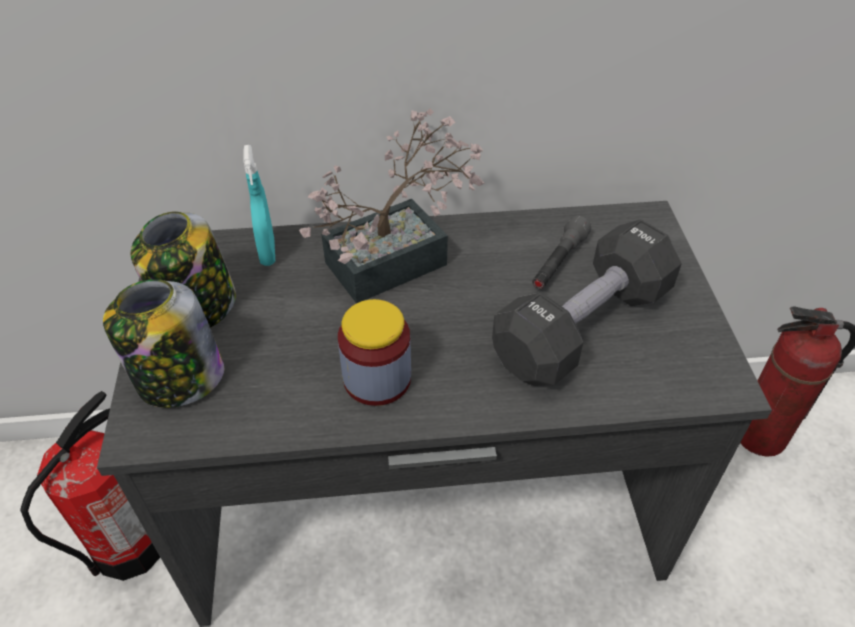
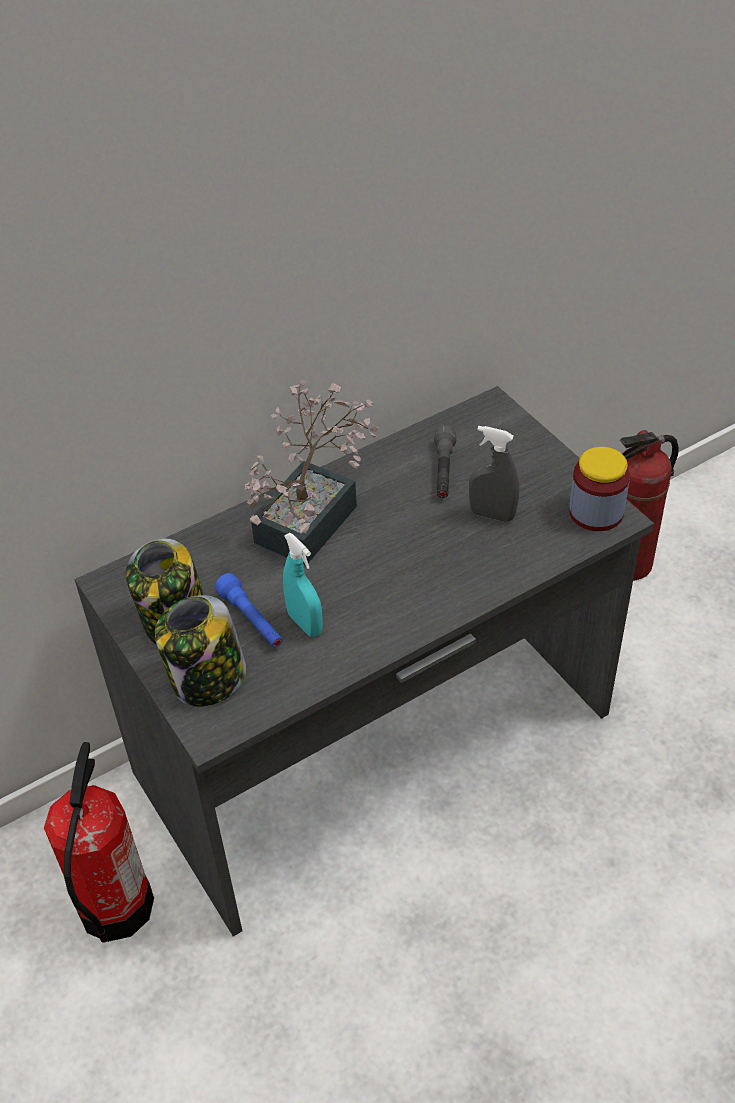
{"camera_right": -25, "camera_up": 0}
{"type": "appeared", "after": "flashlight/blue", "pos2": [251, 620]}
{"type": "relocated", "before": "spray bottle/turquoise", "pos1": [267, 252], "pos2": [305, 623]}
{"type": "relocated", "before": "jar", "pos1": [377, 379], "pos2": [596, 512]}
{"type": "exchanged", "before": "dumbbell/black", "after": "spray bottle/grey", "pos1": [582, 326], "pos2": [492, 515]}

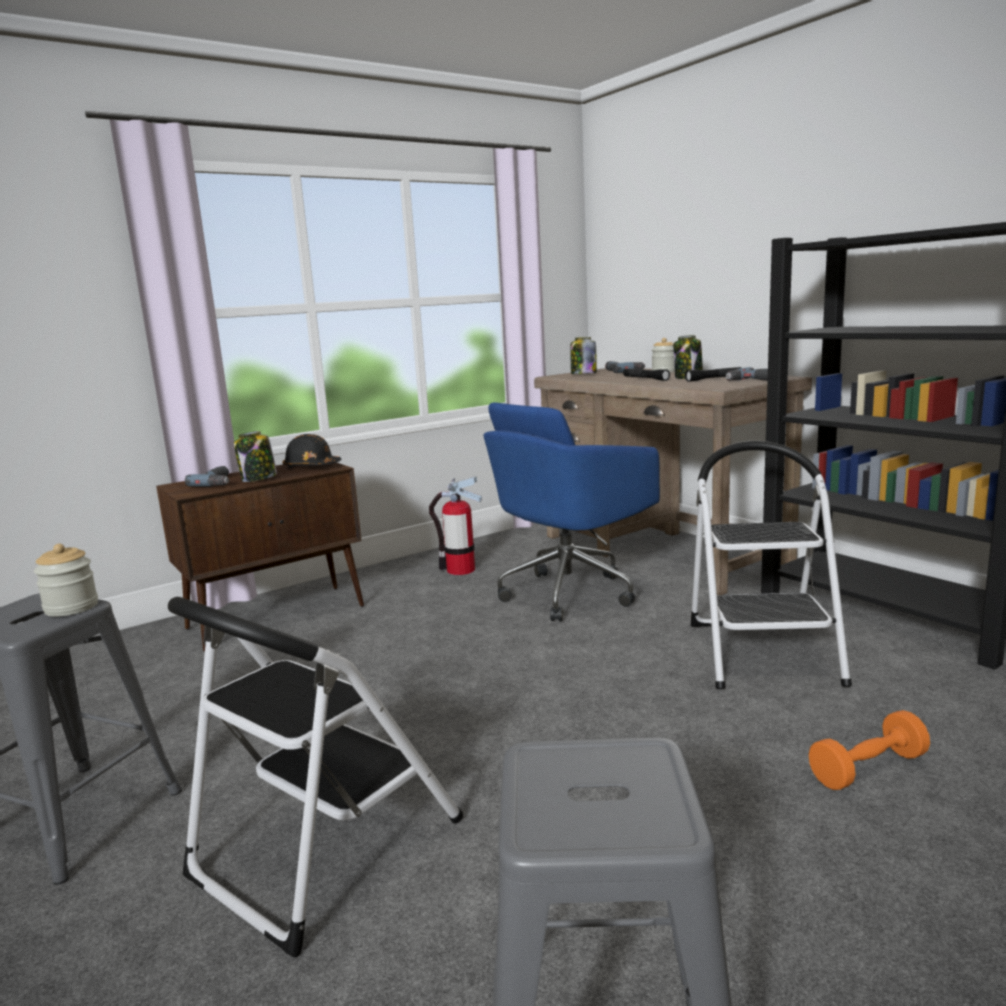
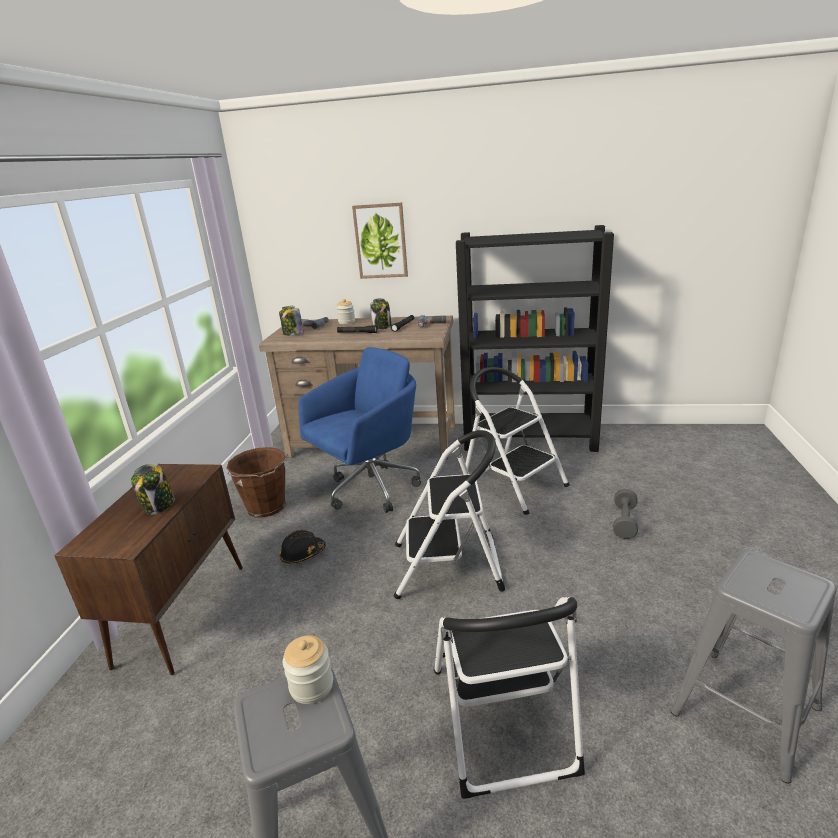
{"camera_right": -45, "camera_up": 10}
{"type": "missing", "before": "power drill", "pos1": [219, 482]}
{"type": "appeared", "after": "picture", "pos2": [381, 241]}
{"type": "appeared", "after": "step ladder", "pos2": [451, 567]}
{"type": "relocated", "before": "hard hat/black", "pos1": [312, 467], "pos2": [302, 554]}
{"type": "exchanged", "before": "fire extinguisher", "after": "bucket/brown", "pos1": [460, 570], "pos2": [266, 507]}
{"type": "colour", "before": "dumbbell/orange", "after": "dumbbell/grey", "pos1": [868, 769], "pos2": [624, 522]}
{"type": "spun", "before": "office chair/blue", "pos1": [573, 592], "pos2": [369, 491], "turn": -135}

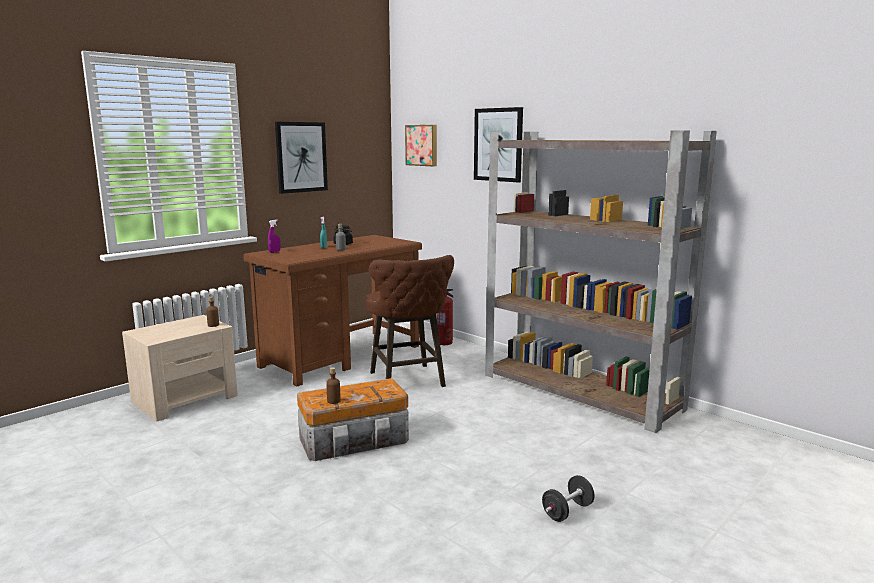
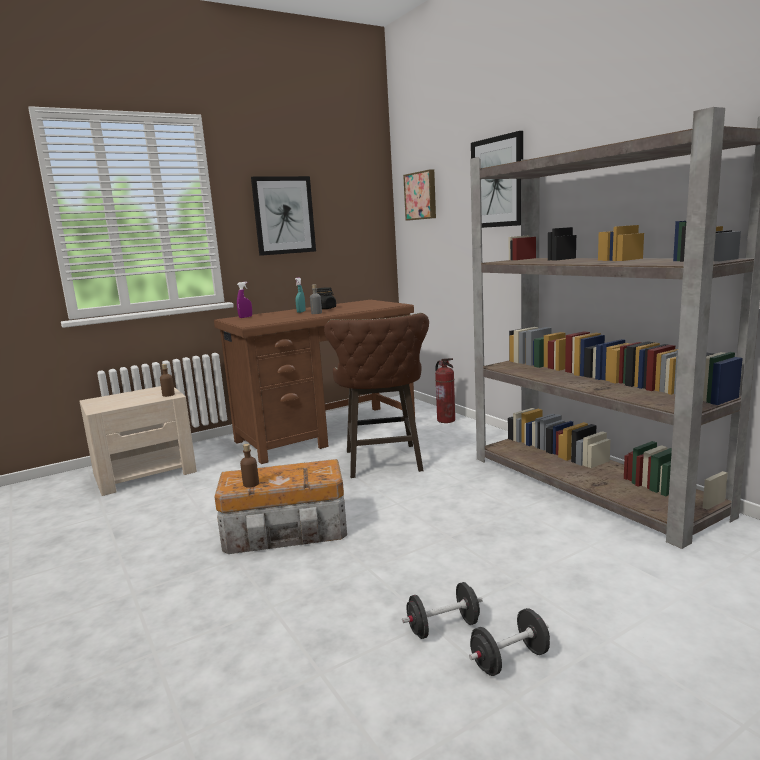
{"camera_right": 15, "camera_up": 0}
{"type": "appeared", "after": "dumbbell/black", "pos2": [443, 627]}

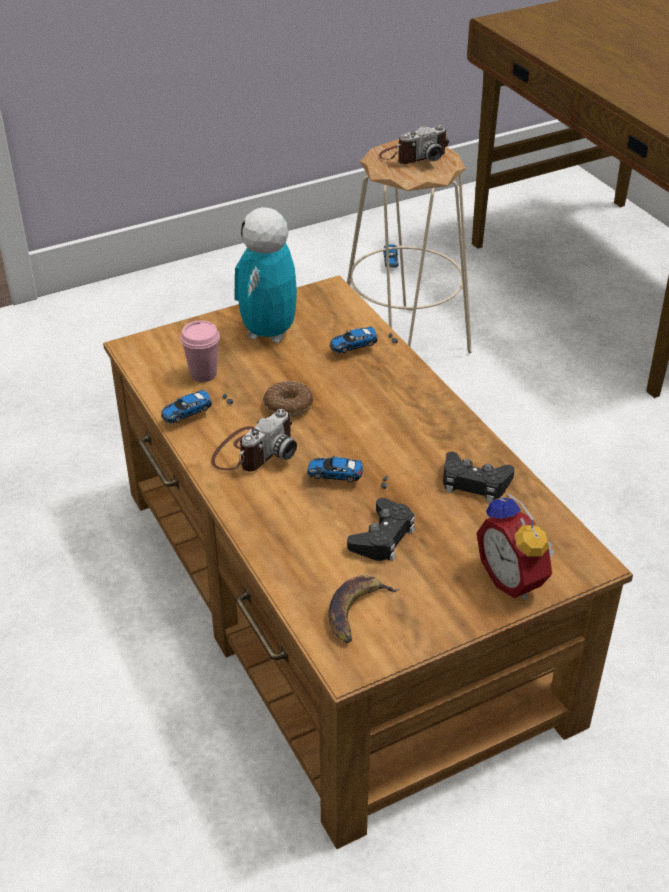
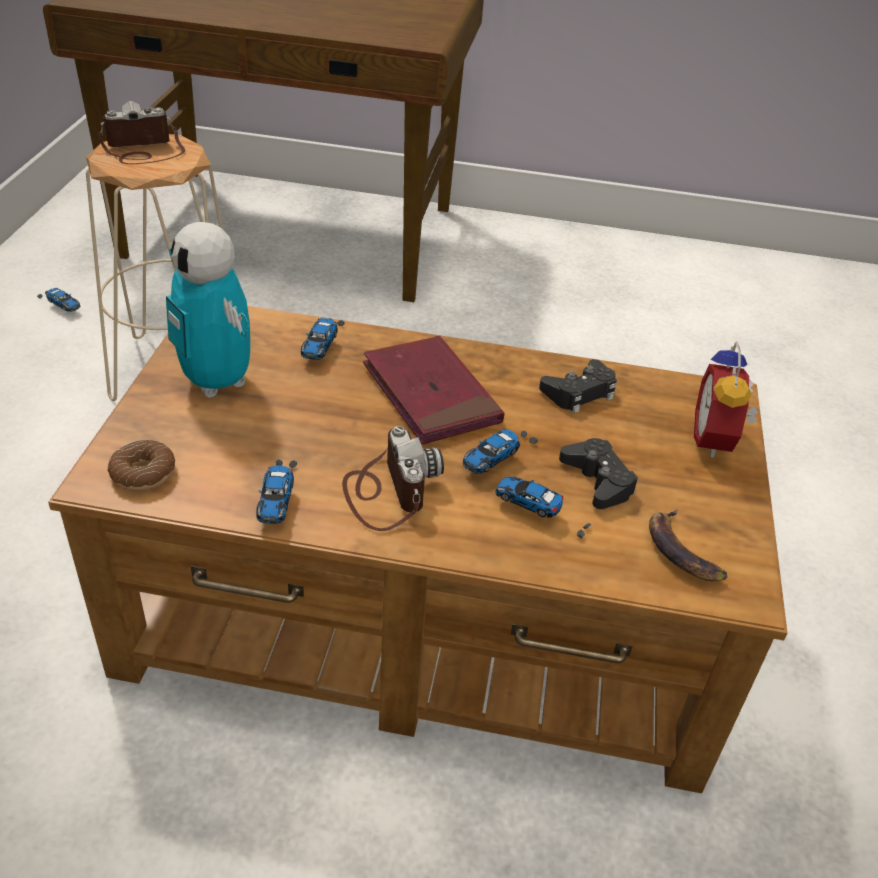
{"camera_right": -55, "camera_up": 0}
{"type": "missing", "before": "cup/pink", "pos1": [203, 374]}
{"type": "appeared", "after": "book/red", "pos2": [431, 394]}
{"type": "appeared", "after": "toy car", "pos2": [541, 514]}
{"type": "relocated", "before": "donut", "pos1": [288, 405], "pos2": [143, 473]}
{"type": "spun", "before": "photo camera", "pos1": [414, 155], "pos2": [143, 150], "turn": -120}
{"type": "spun", "before": "alarm clock", "pos1": [514, 579], "pos2": [716, 440], "turn": 90}

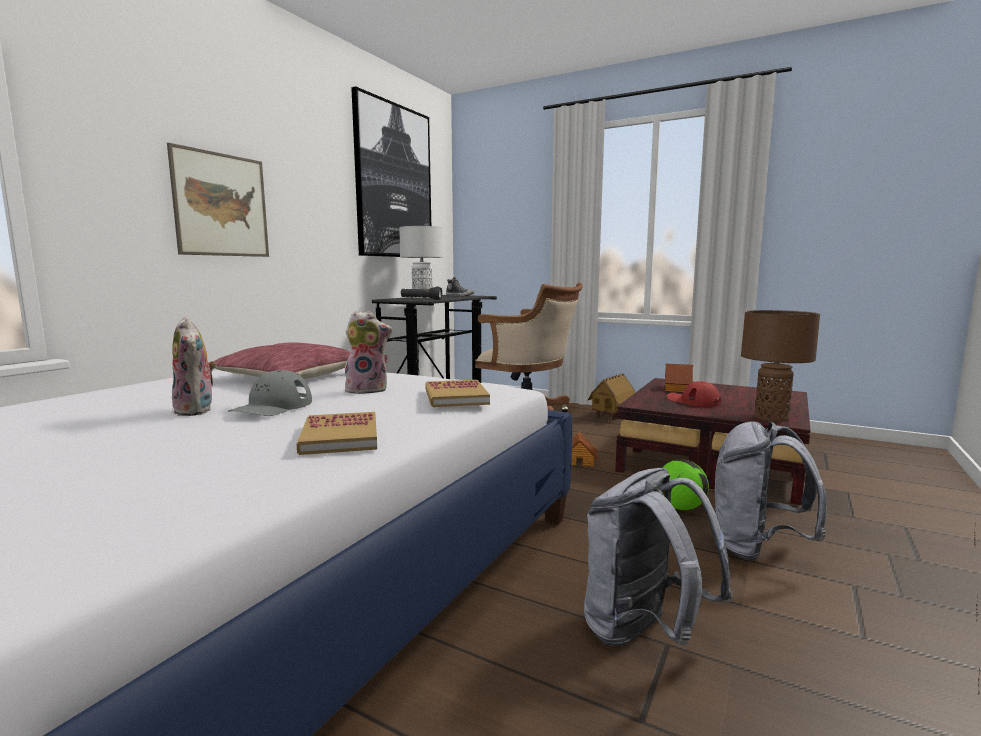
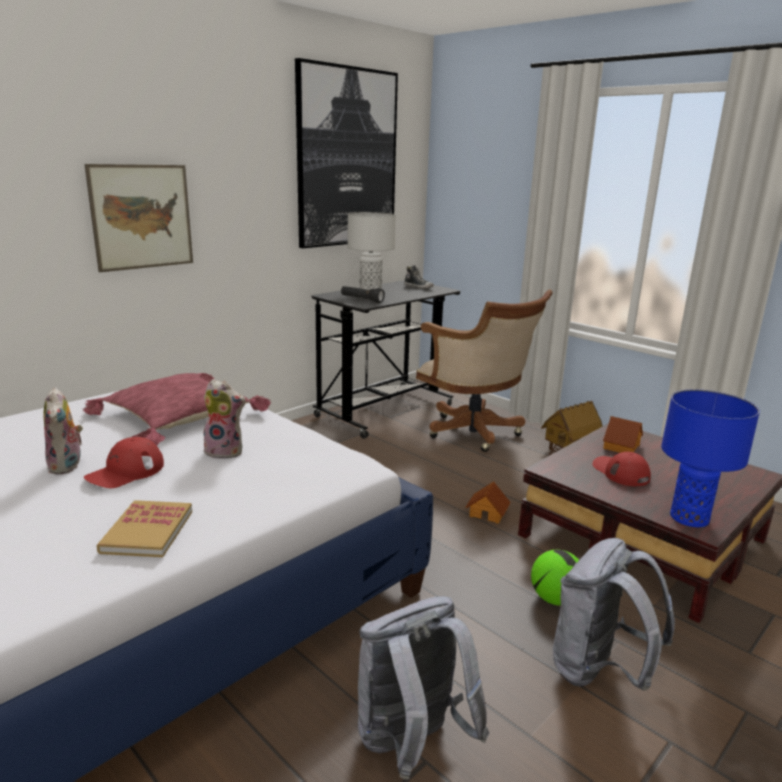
{"camera_right": 15, "camera_up": 10}
{"type": "missing", "before": "book", "pos1": [455, 397]}
{"type": "colour", "before": "cap/grey", "after": "cap/red", "pos1": [272, 407], "pos2": [125, 472]}
{"type": "colour", "before": "table lamp/brown", "after": "table lamp/blue", "pos1": [771, 417], "pos2": [690, 517]}

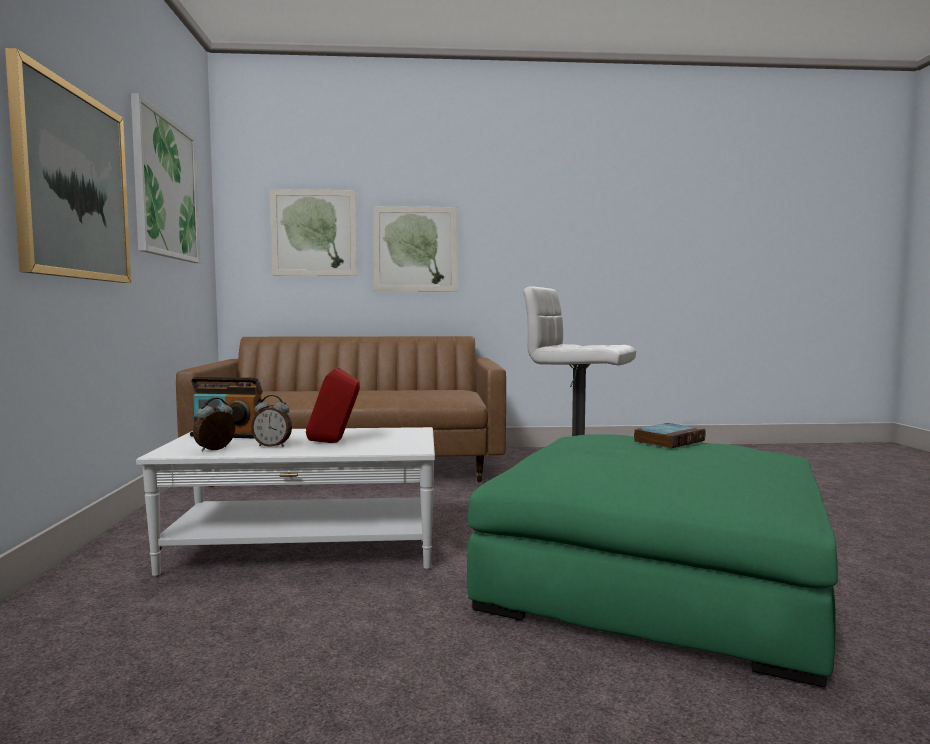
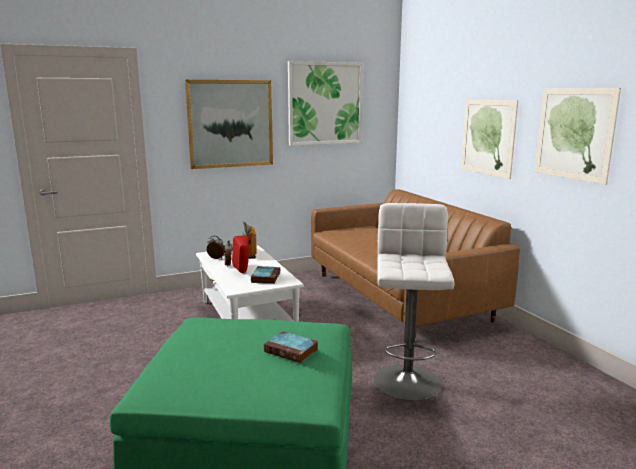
{"camera_right": 70, "camera_up": 10}
{"type": "appeared", "after": "book", "pos2": [265, 277]}
{"type": "relocated", "before": "picture", "pos1": [314, 232], "pos2": [574, 134]}

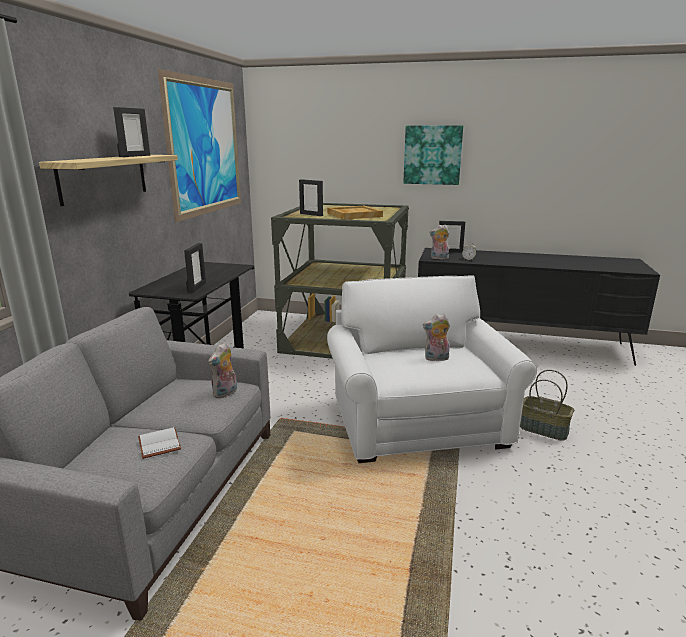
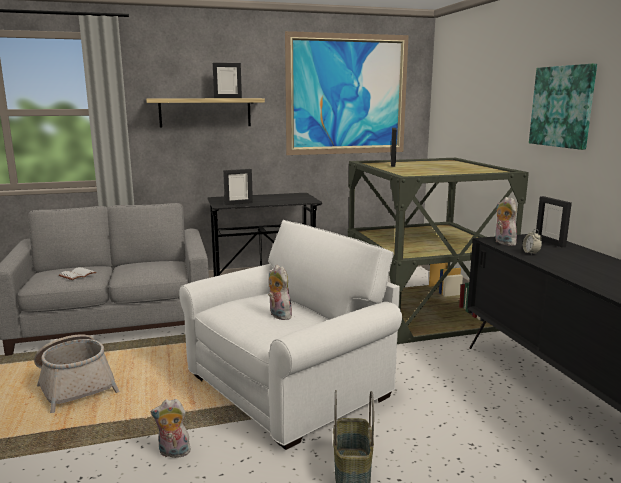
{"camera_right": 60, "camera_up": -5}
{"type": "missing", "before": "tray/beige", "pos1": [353, 215]}
{"type": "appeared", "after": "basket", "pos2": [75, 384]}
{"type": "relocated", "before": "plush toy", "pos1": [225, 393], "pos2": [173, 453]}

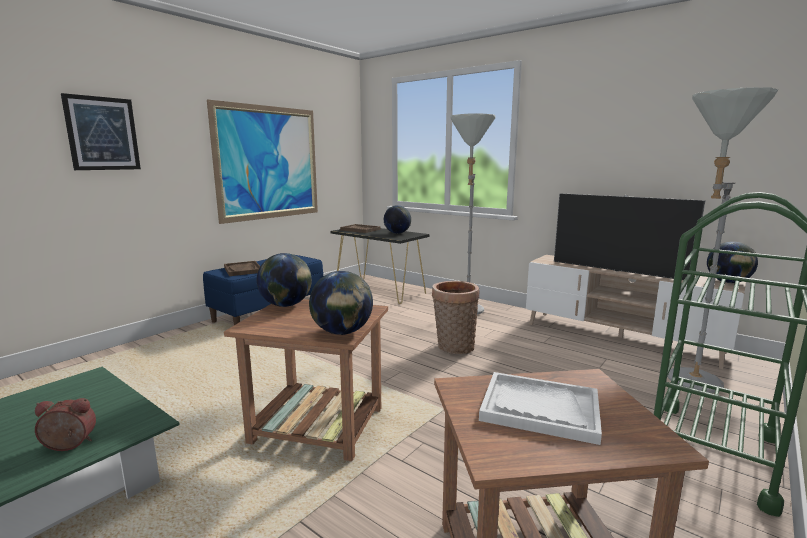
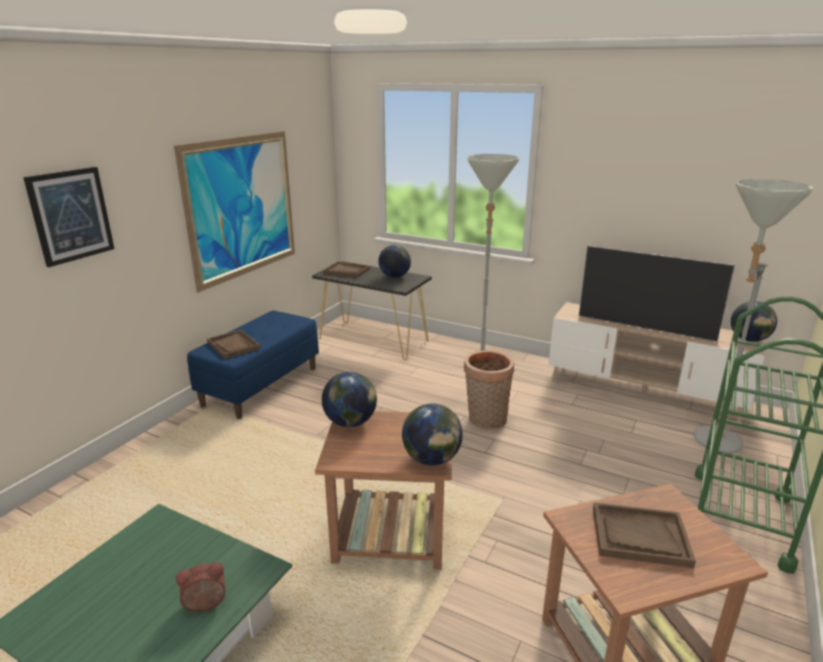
{"camera_right": -10, "camera_up": 10}
{"type": "colour", "before": "tray/white", "after": "tray/brown", "pos1": [539, 409], "pos2": [639, 536]}

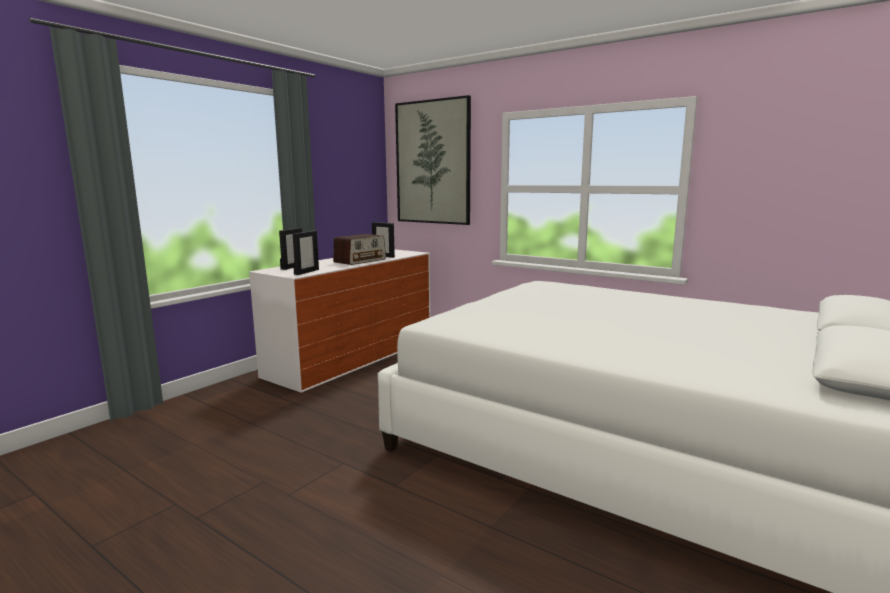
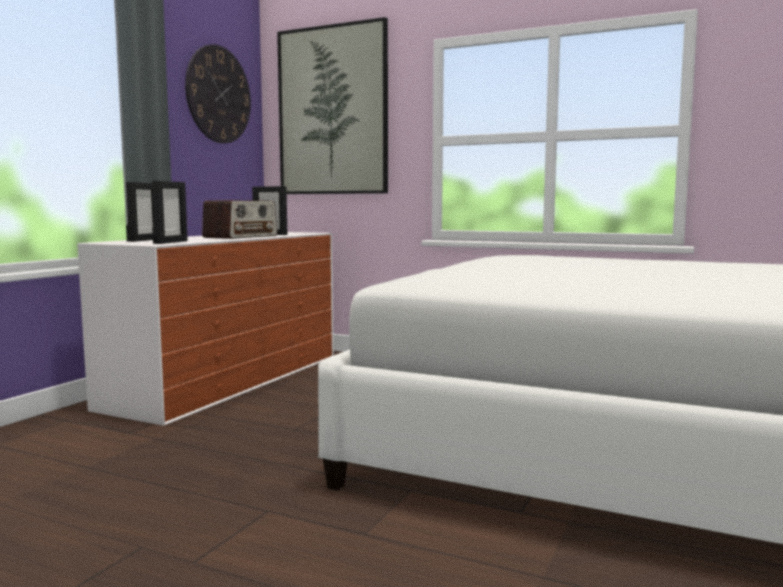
{"camera_right": -10, "camera_up": -5}
{"type": "appeared", "after": "wall clock", "pos2": [218, 95]}

